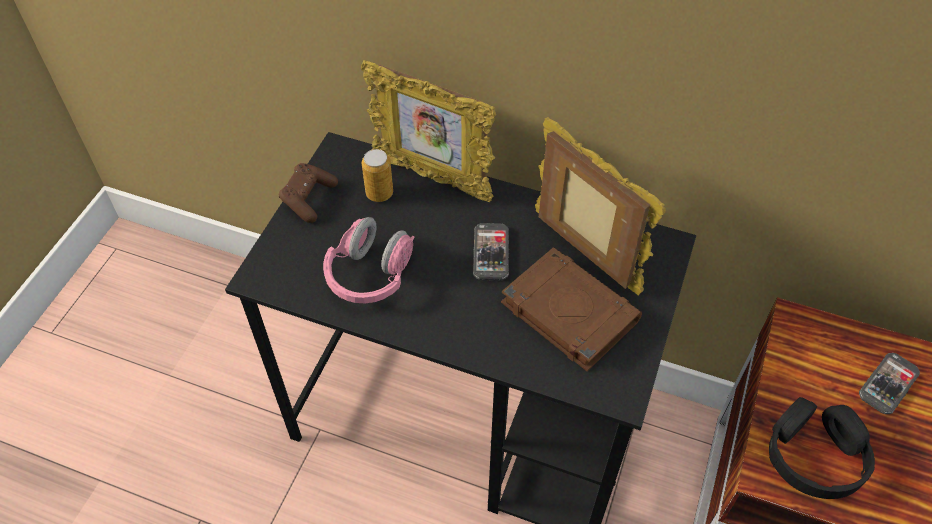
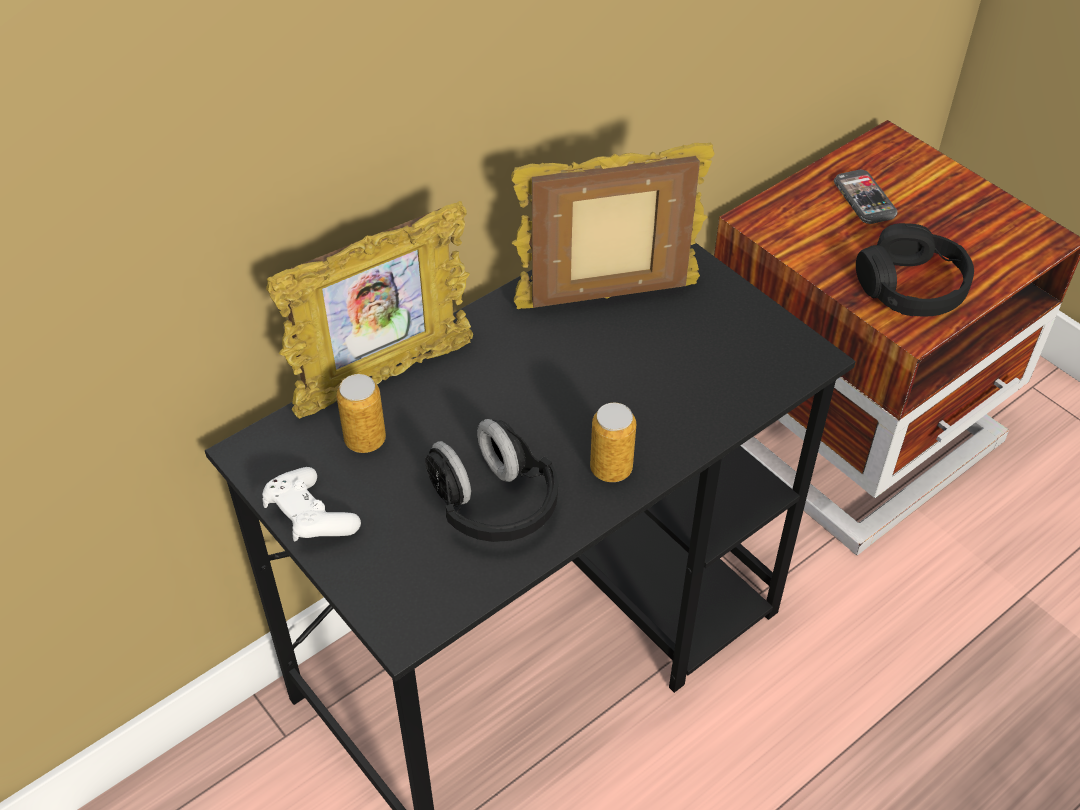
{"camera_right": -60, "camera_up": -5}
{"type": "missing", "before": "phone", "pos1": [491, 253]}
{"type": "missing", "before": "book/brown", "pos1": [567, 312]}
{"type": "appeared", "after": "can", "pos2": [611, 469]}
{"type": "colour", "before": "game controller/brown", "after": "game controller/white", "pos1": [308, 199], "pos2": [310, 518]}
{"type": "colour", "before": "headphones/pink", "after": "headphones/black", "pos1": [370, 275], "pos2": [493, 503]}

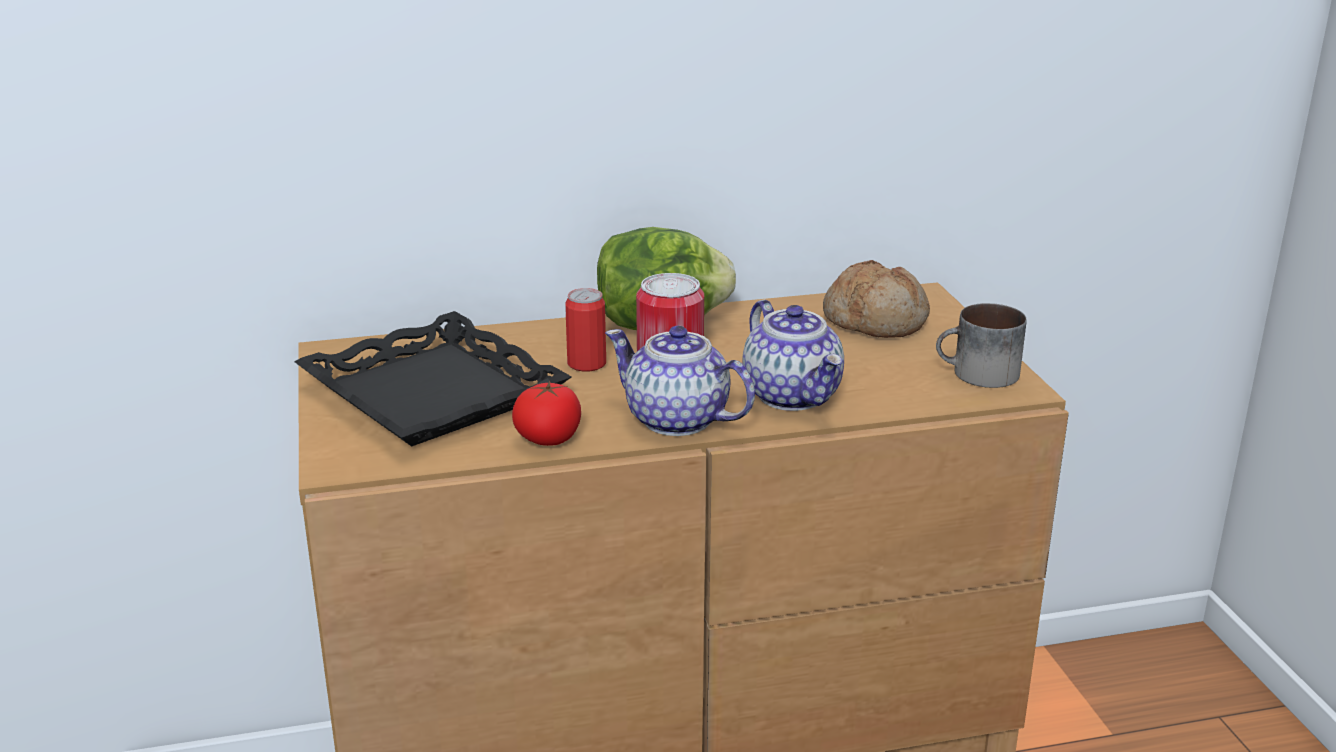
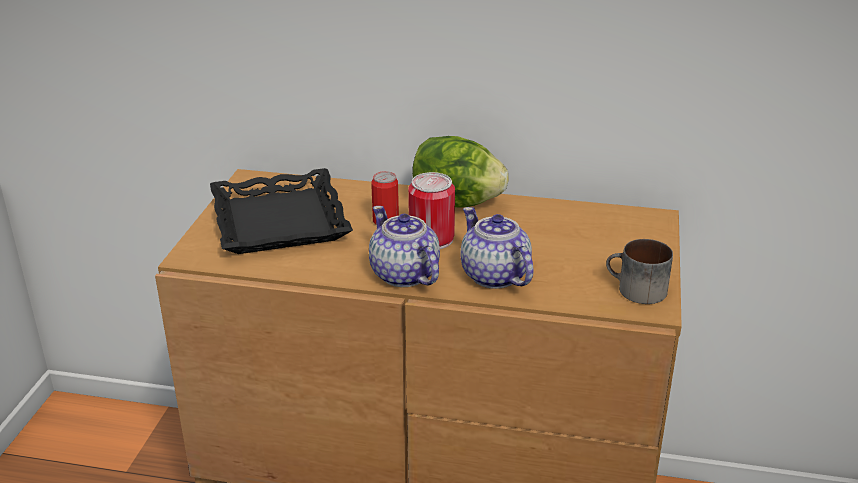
{"camera_right": 25, "camera_up": 5}
{"type": "missing", "before": "tomato", "pos1": [548, 439]}
{"type": "missing", "before": "bread", "pos1": [876, 321]}
{"type": "spun", "before": "teapot", "pos1": [793, 396], "pos2": [493, 275], "turn": 150}

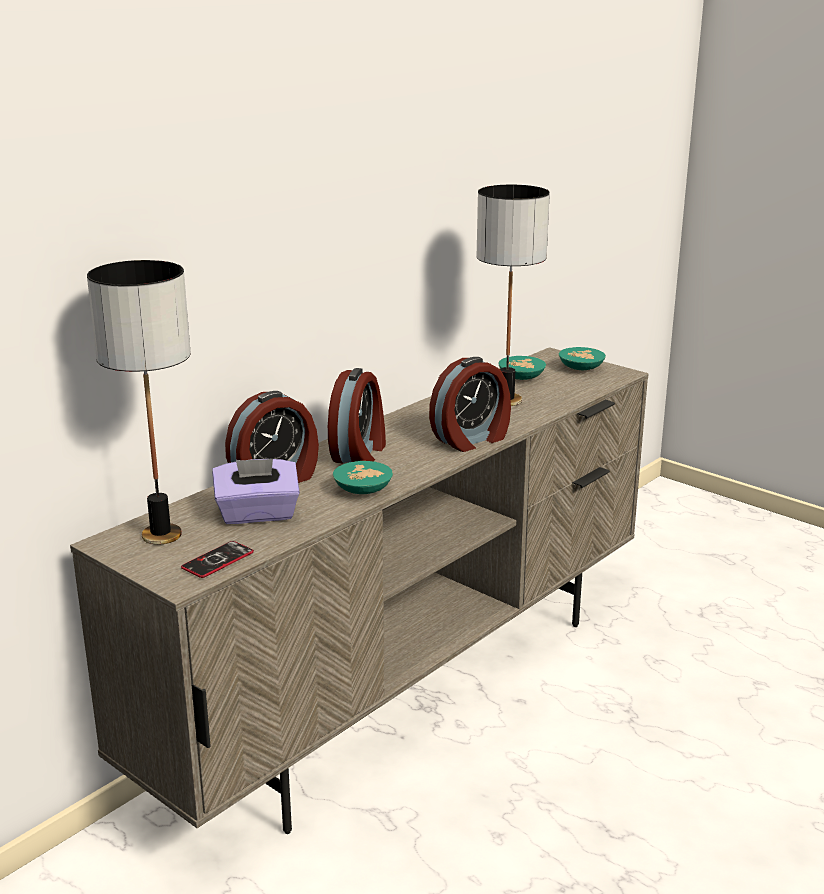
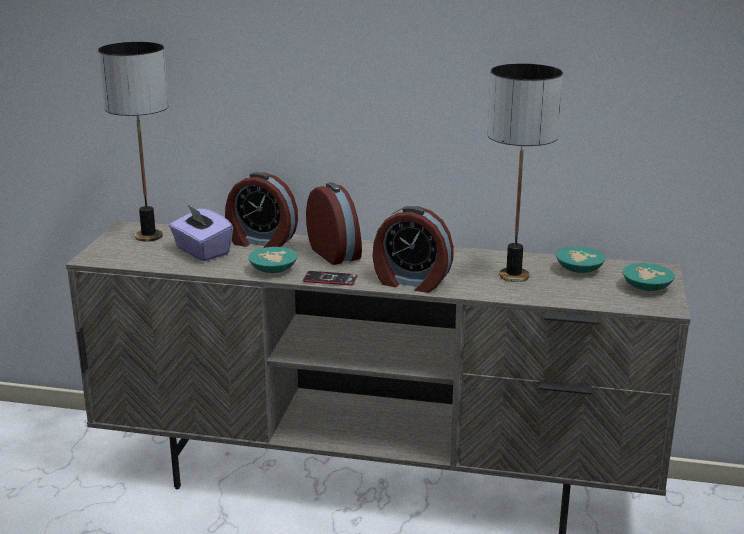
{"camera_right": 60, "camera_up": 0}
{"type": "relocated", "before": "phone", "pos1": [217, 560], "pos2": [330, 279]}
{"type": "spun", "before": "alarm clock", "pos1": [360, 453], "pos2": [336, 253], "turn": -105}

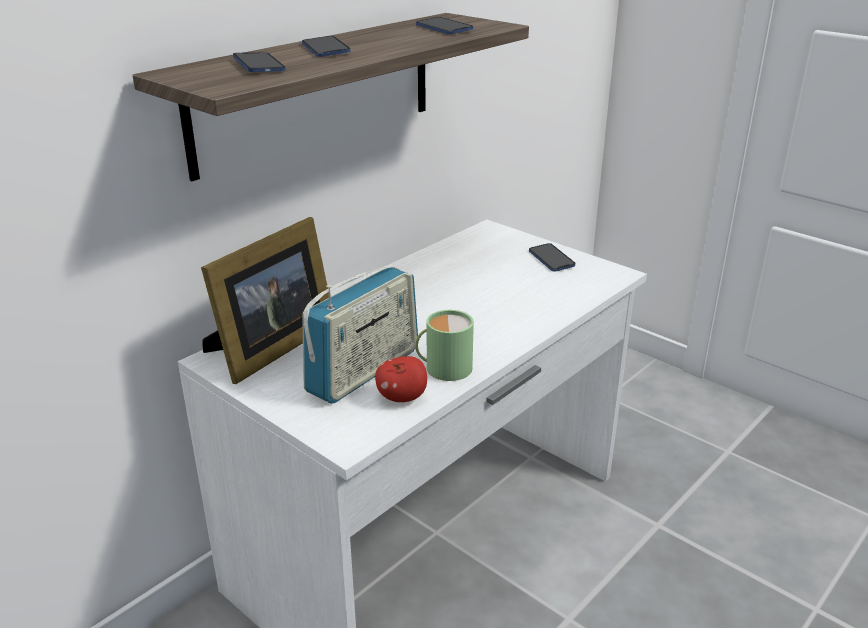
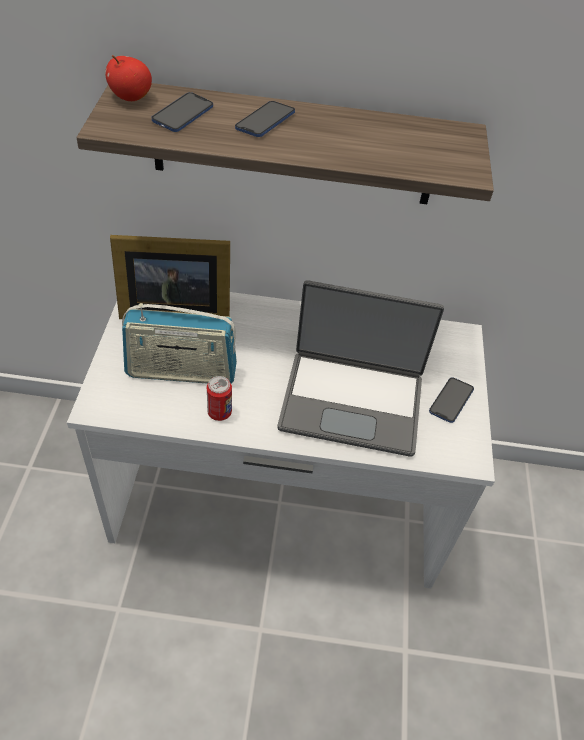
{"camera_right": 50, "camera_up": 20}
{"type": "missing", "before": "phone", "pos1": [444, 28]}
{"type": "appeared", "after": "laptop", "pos2": [352, 401]}
{"type": "relocated", "before": "apple", "pos1": [402, 397], "pos2": [131, 97]}
{"type": "exchanged", "before": "mug/green", "after": "can", "pos1": [443, 367], "pos2": [219, 412]}

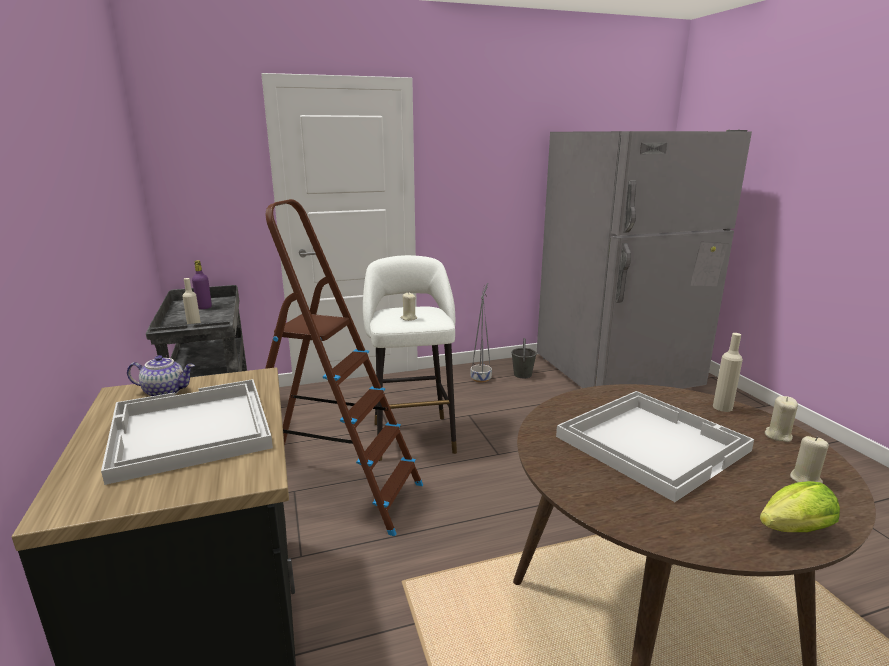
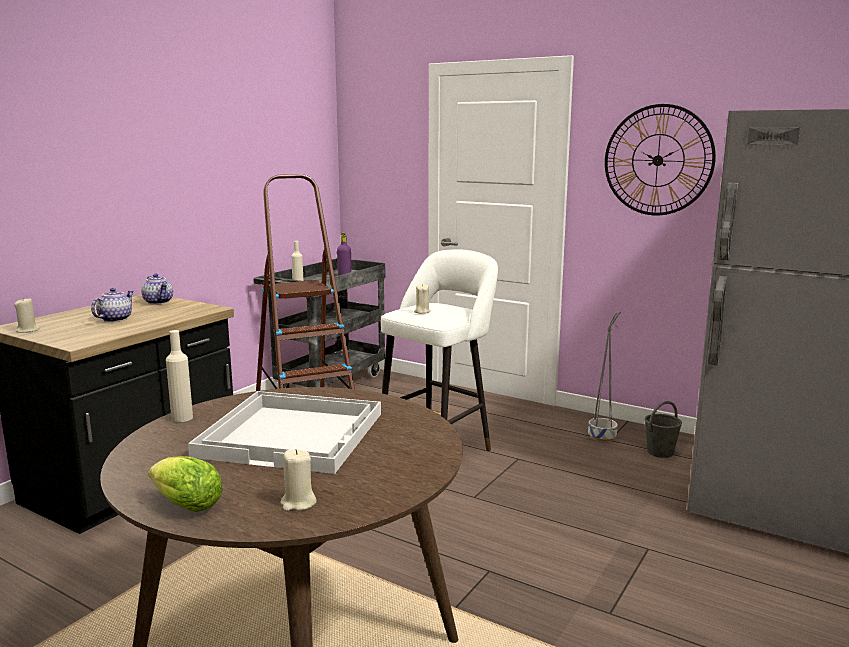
{"camera_right": 50, "camera_up": -5}
{"type": "appeared", "after": "wall clock", "pos2": [658, 160]}
{"type": "relocated", "before": "bottle/beige", "pos1": [722, 407], "pos2": [182, 418]}
{"type": "relocated", "before": "candle/beige", "pos1": [778, 435], "pos2": [28, 330]}
{"type": "exchanged", "before": "tray/white", "after": "teapot", "pos1": [189, 431], "pos2": [115, 319]}

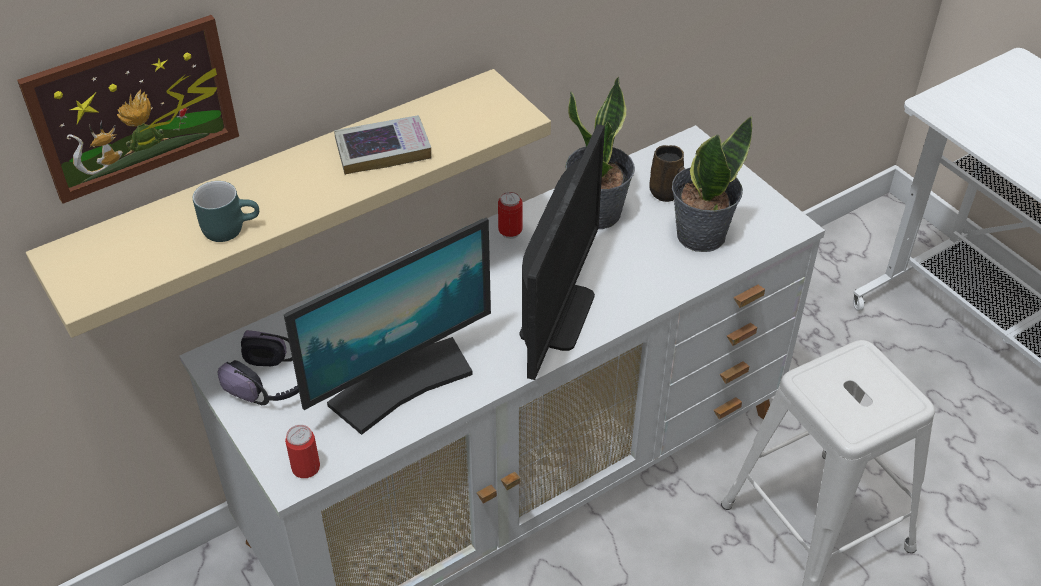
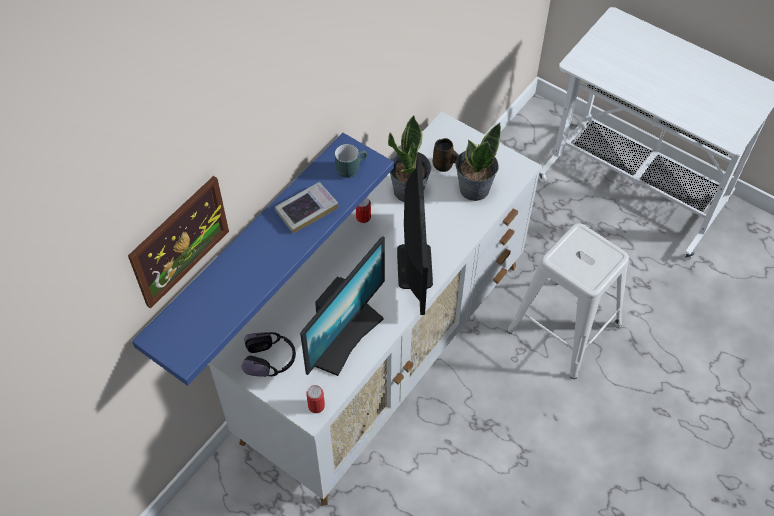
{"camera_right": -20, "camera_up": 10}
{"type": "relocated", "before": "mug/turquoise", "pos1": [230, 227], "pos2": [350, 167]}
{"type": "colour", "before": "shelf/beige", "after": "shelf/blue", "pos1": [285, 192], "pos2": [248, 247]}

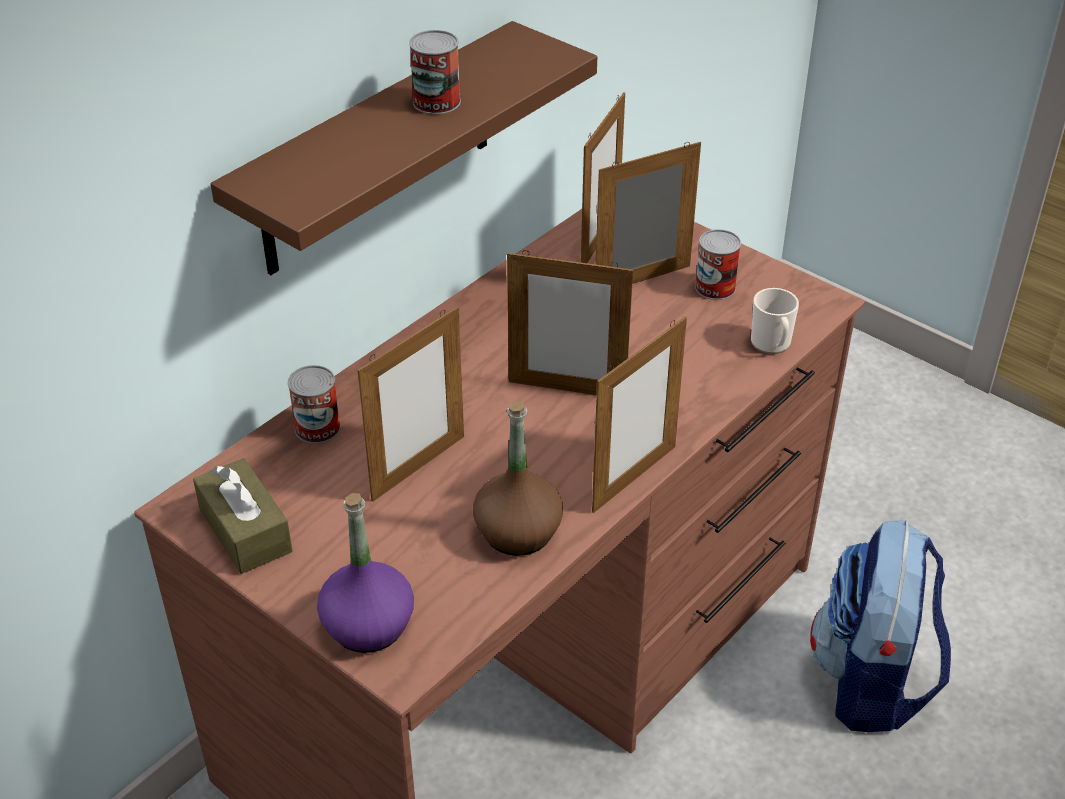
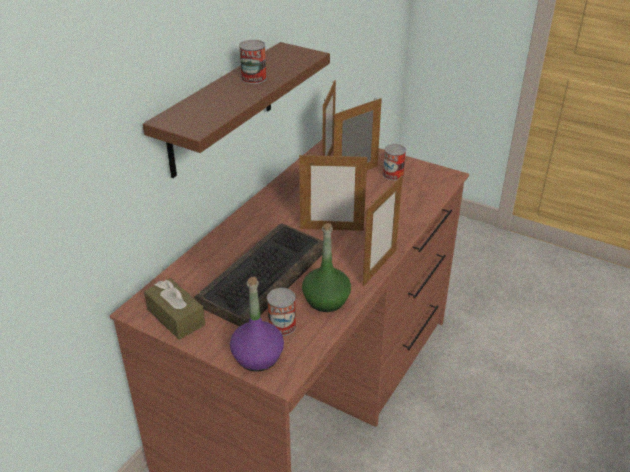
{"camera_right": -10, "camera_up": -5}
{"type": "missing", "before": "mug", "pos1": [772, 344]}
{"type": "missing", "before": "backpack", "pos1": [871, 681]}
{"type": "relocated", "before": "can", "pos1": [317, 428], "pos2": [282, 326]}
{"type": "exchanged", "before": "picture frame", "after": "keyboard", "pos1": [418, 467], "pos2": [263, 275]}
{"type": "colour", "before": "bottle/brown", "after": "bottle/green", "pos1": [517, 532], "pos2": [326, 300]}

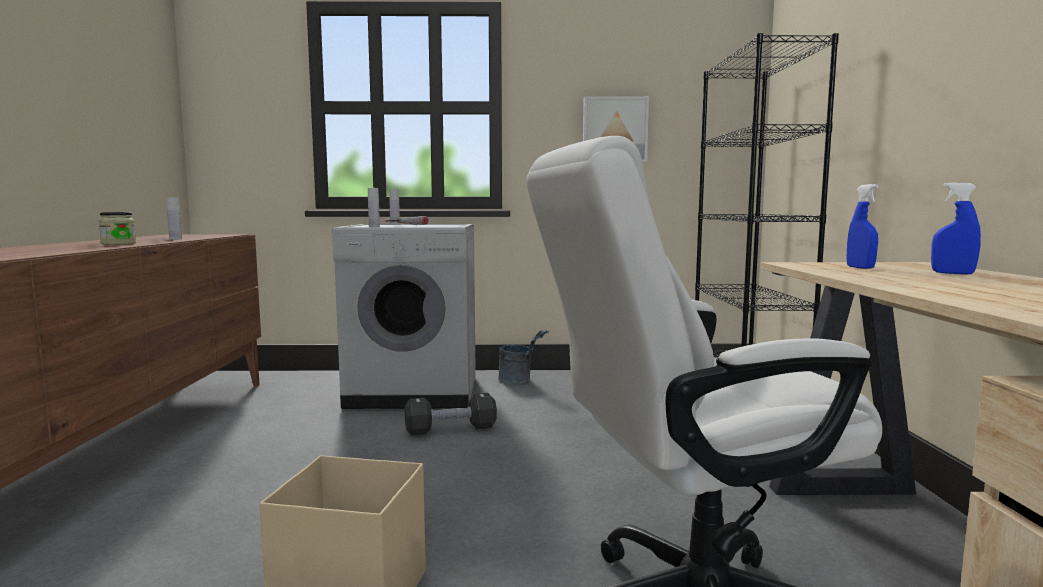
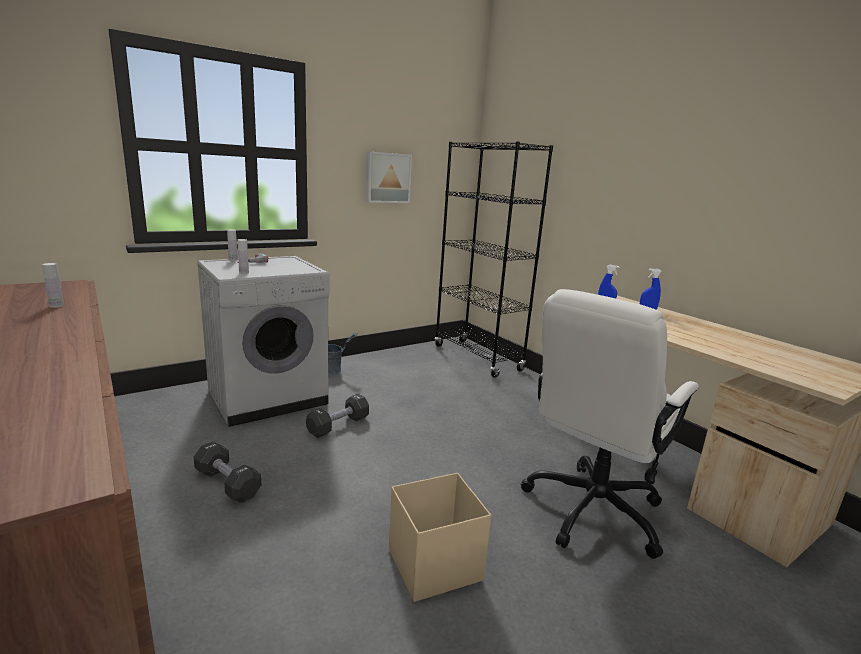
{"camera_right": -35, "camera_up": 10}
{"type": "missing", "before": "jar", "pos1": [118, 244]}
{"type": "appeared", "after": "dumbbell/black", "pos2": [227, 483]}

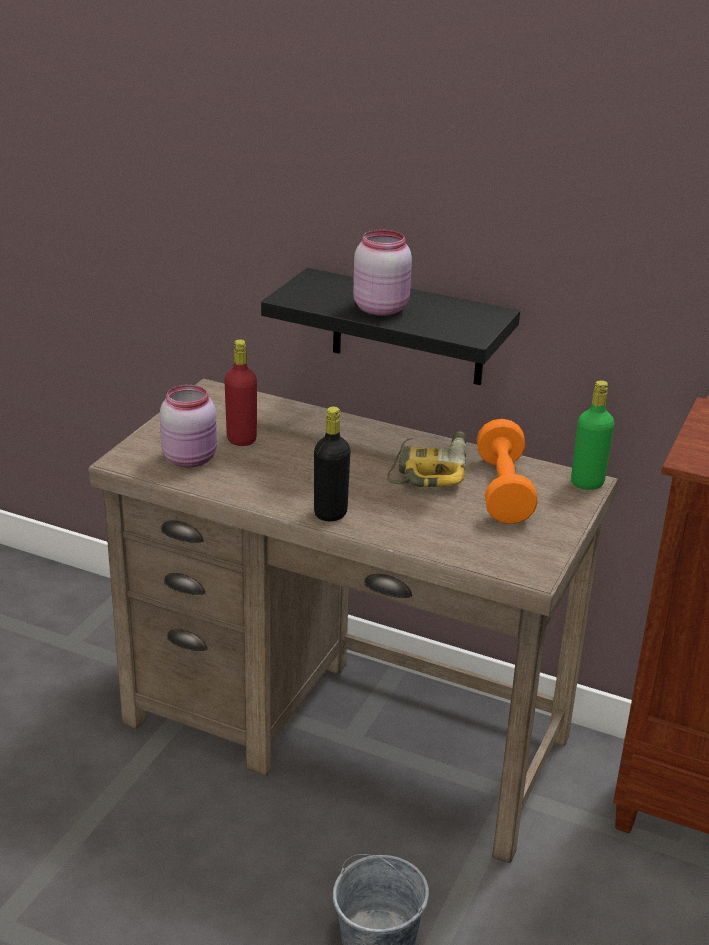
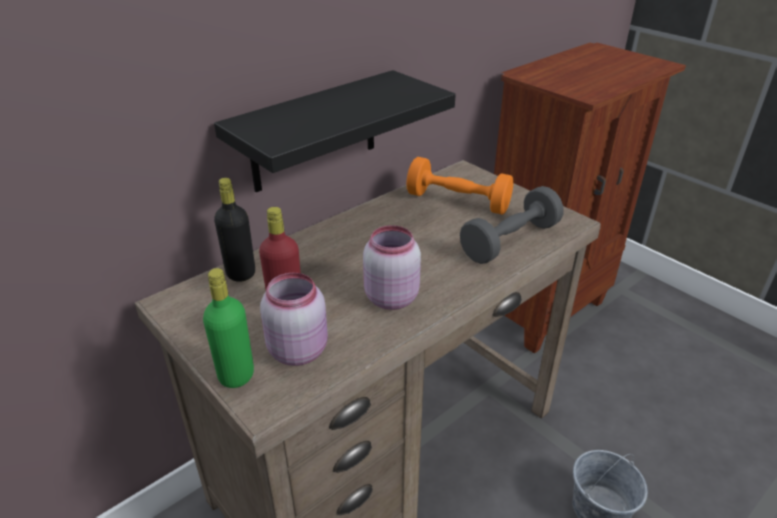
{"camera_right": -65, "camera_up": 5}
{"type": "missing", "before": "power drill", "pos1": [429, 469]}
{"type": "appeared", "after": "dumbbell/grey", "pos2": [510, 241]}
{"type": "relocated", "before": "bottle/black", "pos1": [330, 513], "pos2": [241, 273]}
{"type": "relocated", "before": "jar/pink", "pos1": [381, 308], "pos2": [390, 297]}
{"type": "relocated", "before": "bottle/green", "pos1": [587, 483], "pos2": [236, 375]}

